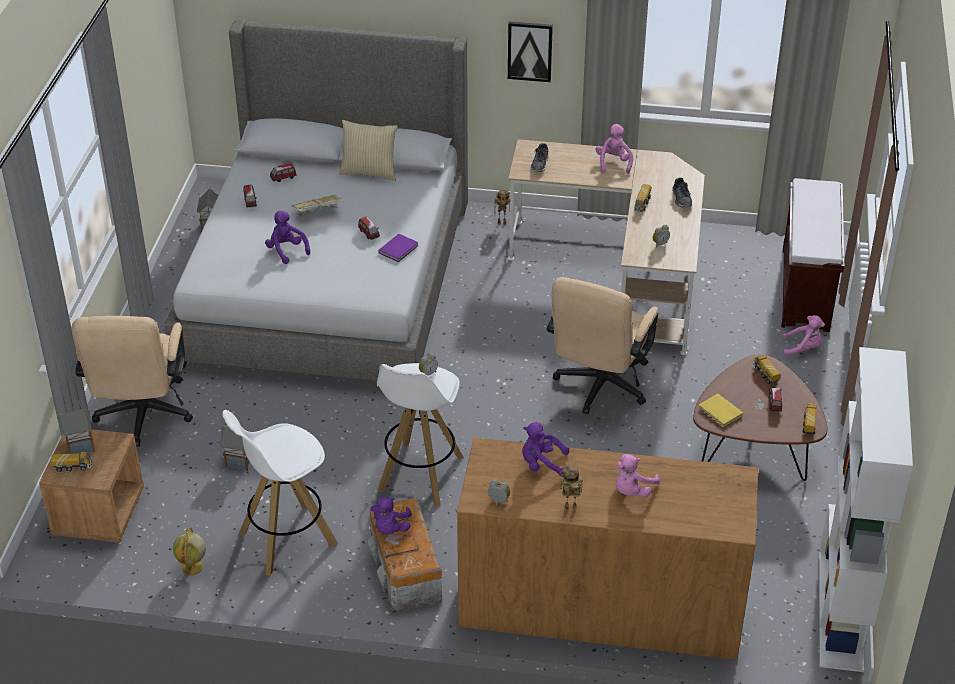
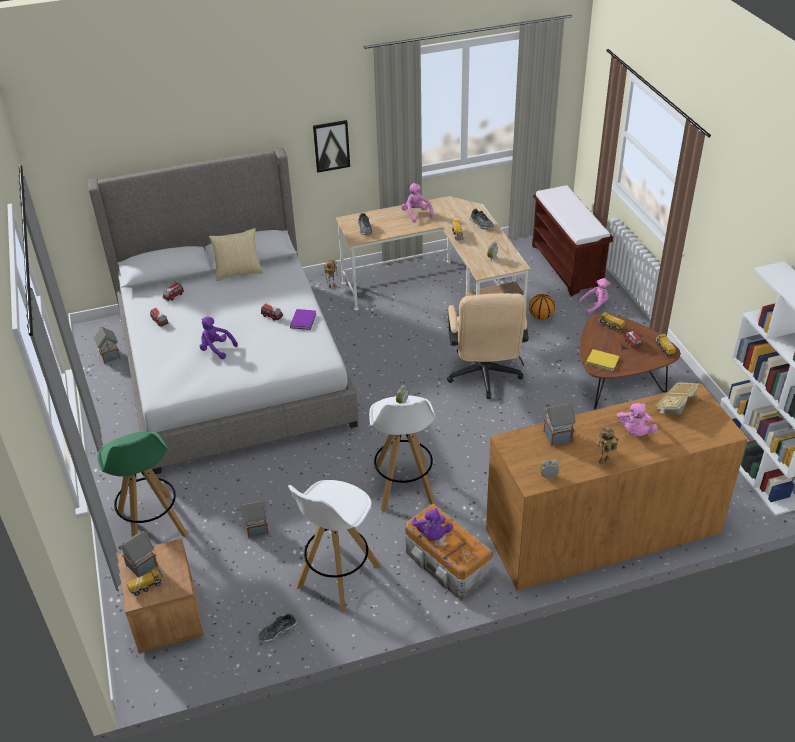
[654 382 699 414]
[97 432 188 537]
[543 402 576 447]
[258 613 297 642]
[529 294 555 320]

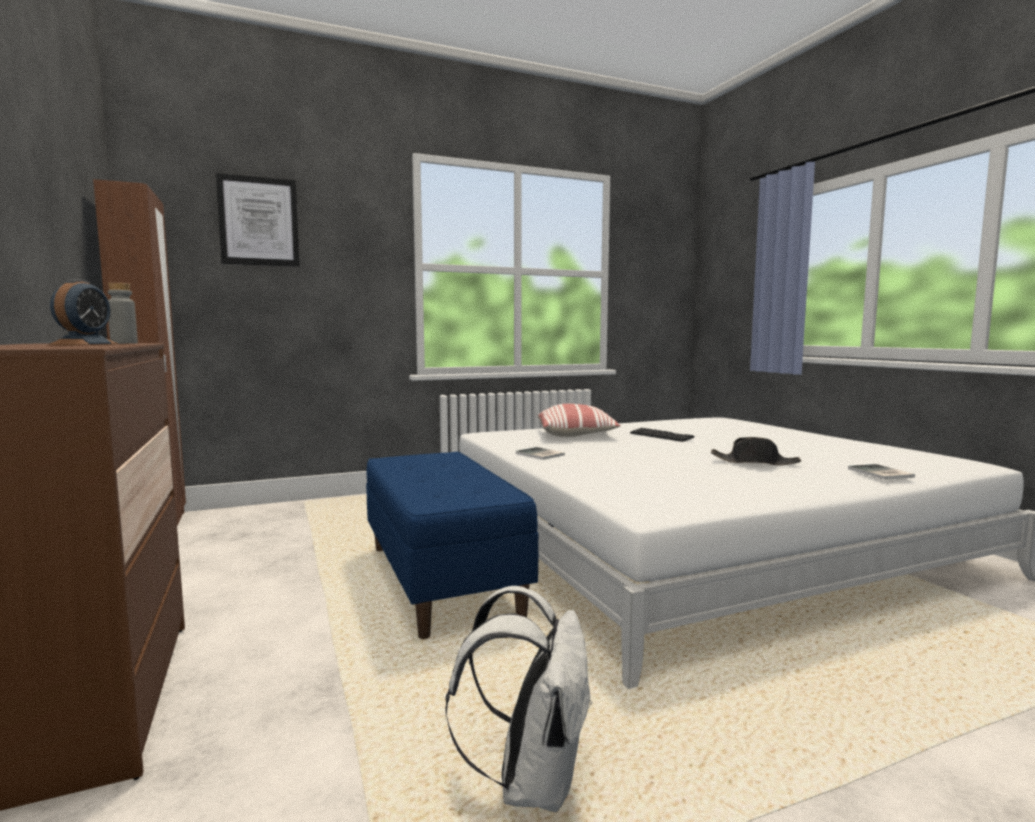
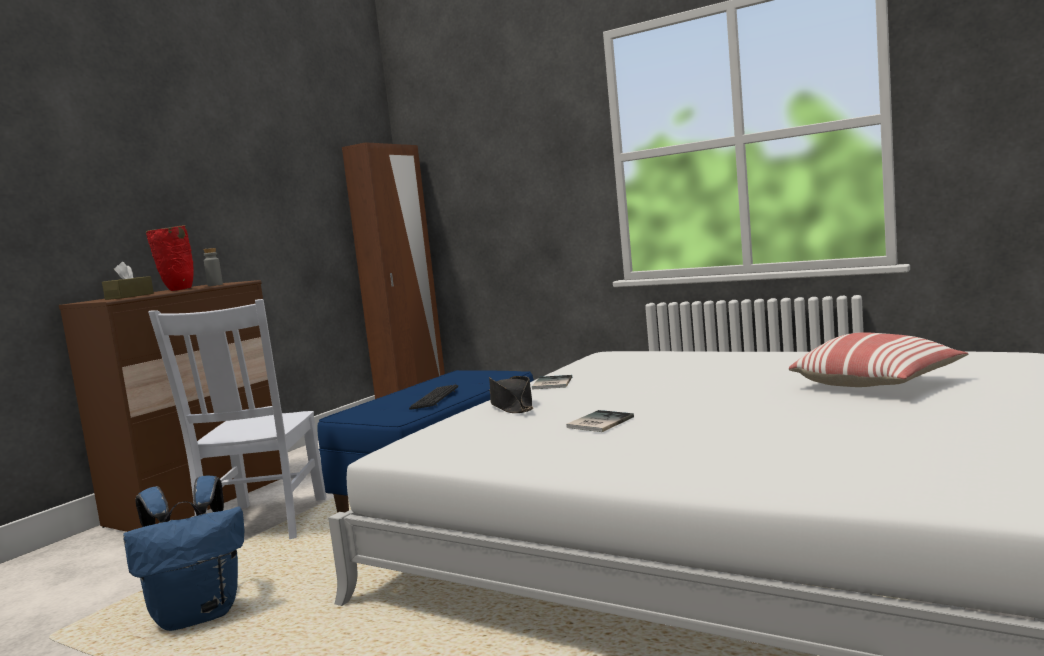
[216 173 300 267] (first image)
[146 225 193 291]
[789 332 968 387]
[409 384 458 410]
[489 376 533 413]
[566 410 634 432]
[123 476 244 631]
[102 262 154 300]
[148 299 327 539]

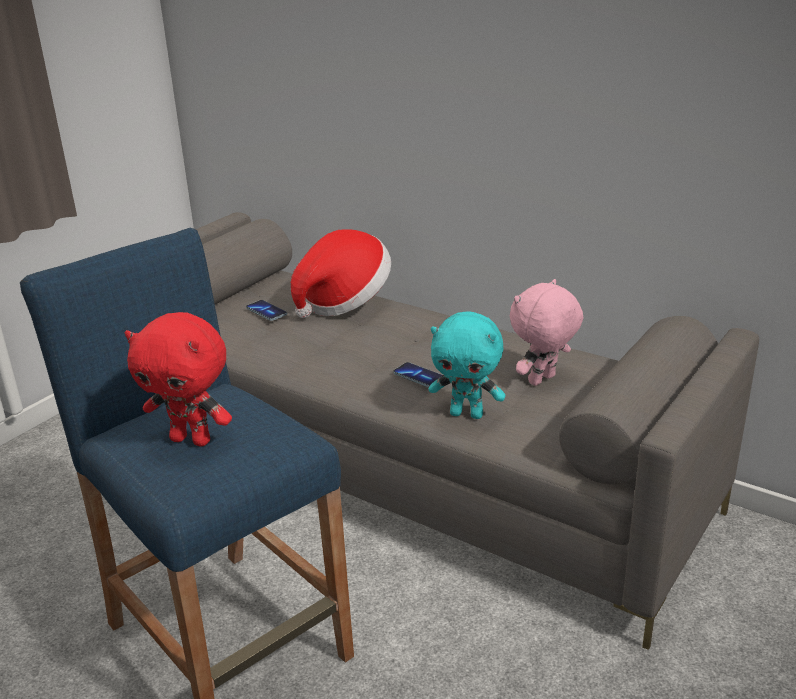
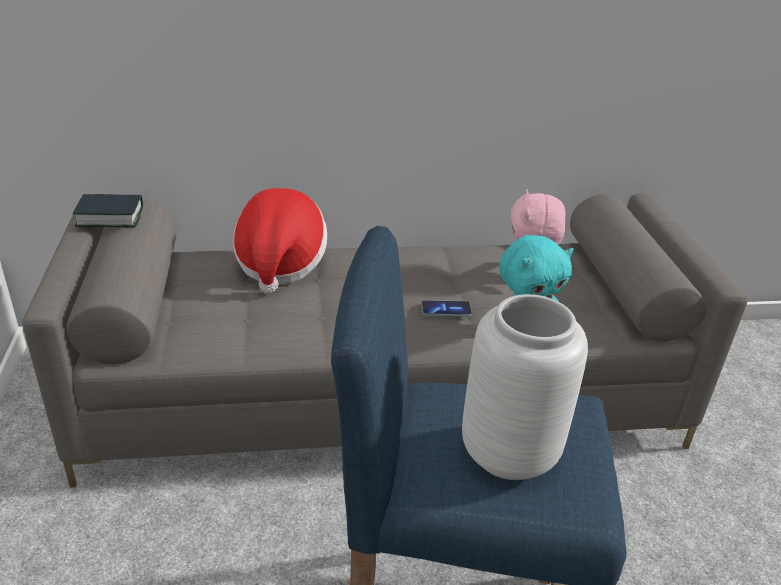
[246 300 287 321] (first image)
[462 294 588 480]
[73 194 143 227]

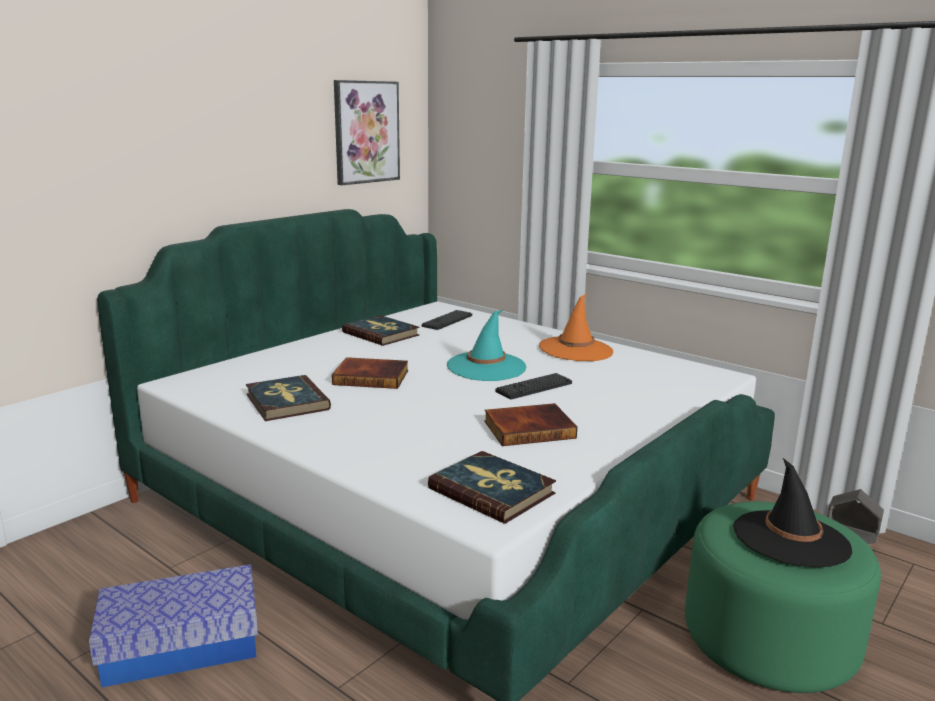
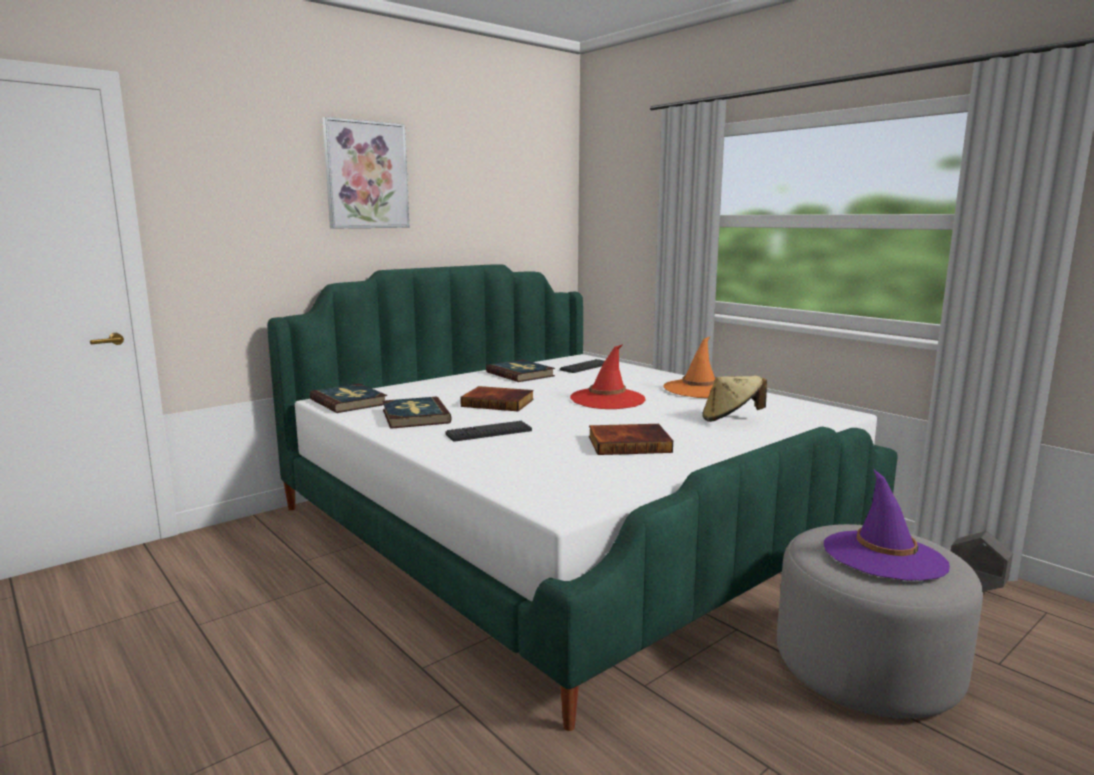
[322 117 409 228]
[570 344 645 409]
[446 421 532 442]
[309 384 387 413]
[824 469 950 581]
[777 524 983 719]
[89 565 258 688] (first image)
[702 376 767 422]

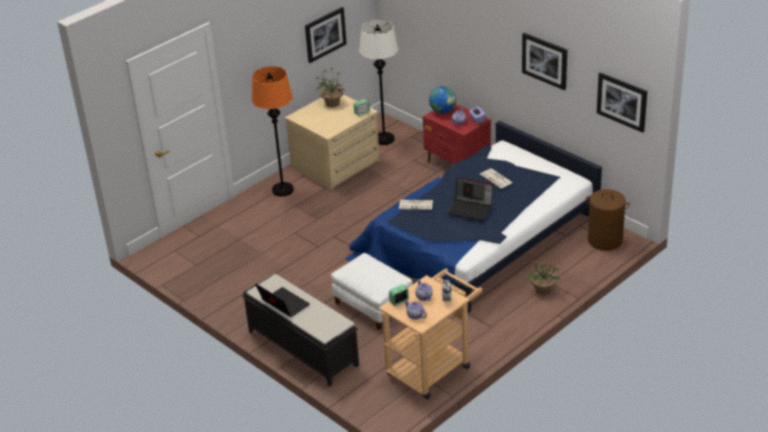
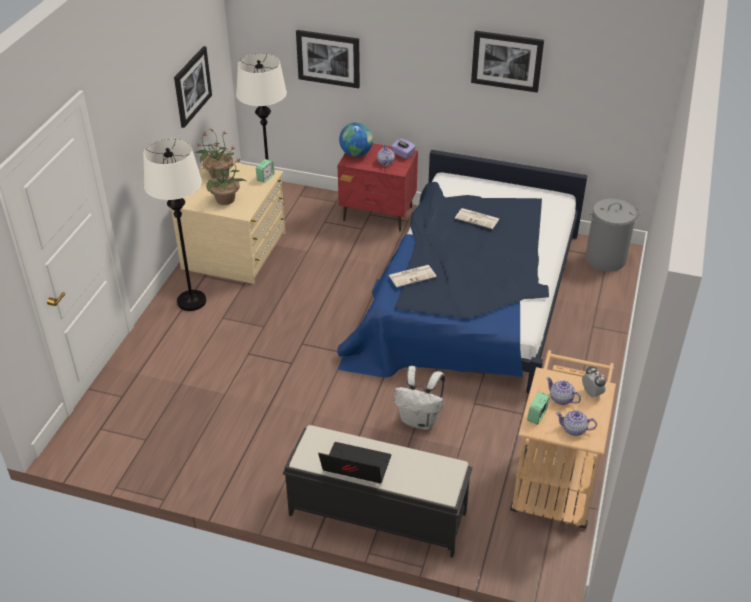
[143 139 206 311]
[296 30 360 89]
[447 178 493 221] (first image)
[585 199 640 272]
[394 366 445 430]
[202 156 246 205]

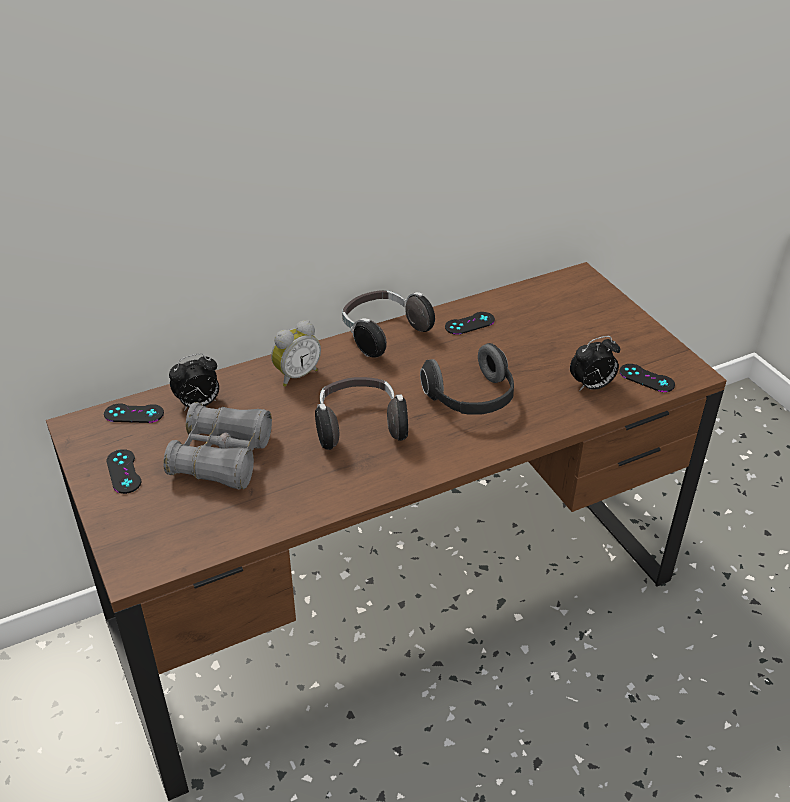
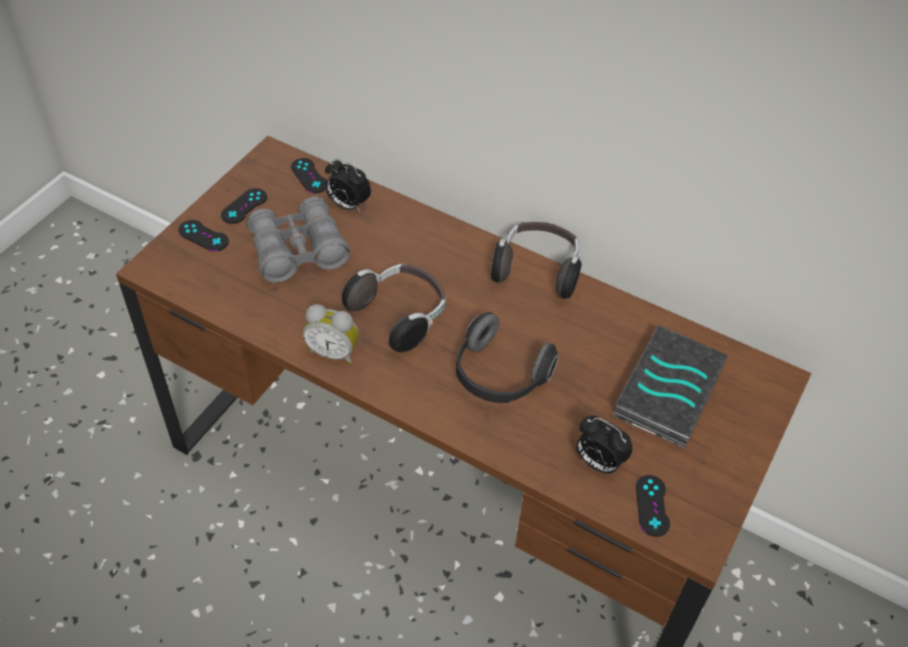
[178 220 229 252]
[303 304 359 364]
[612 325 728 448]

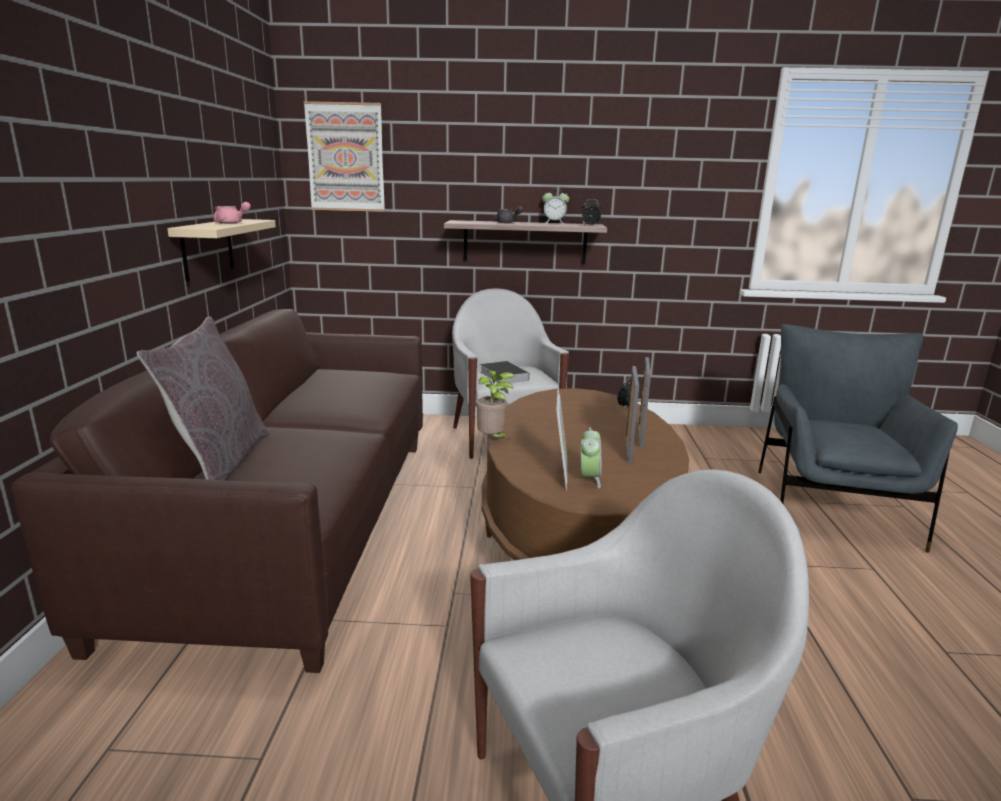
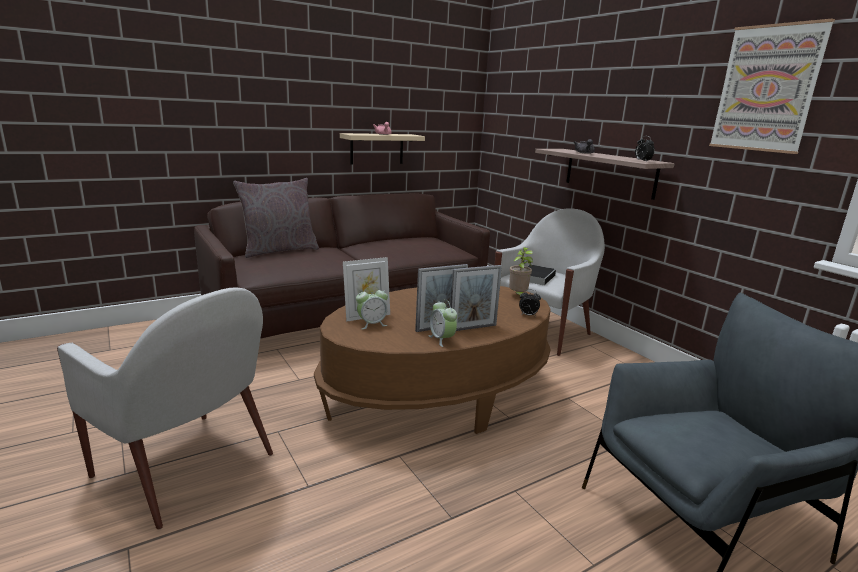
[709 19 835 154]
[428 299 457 347]
[509 247 533 295]

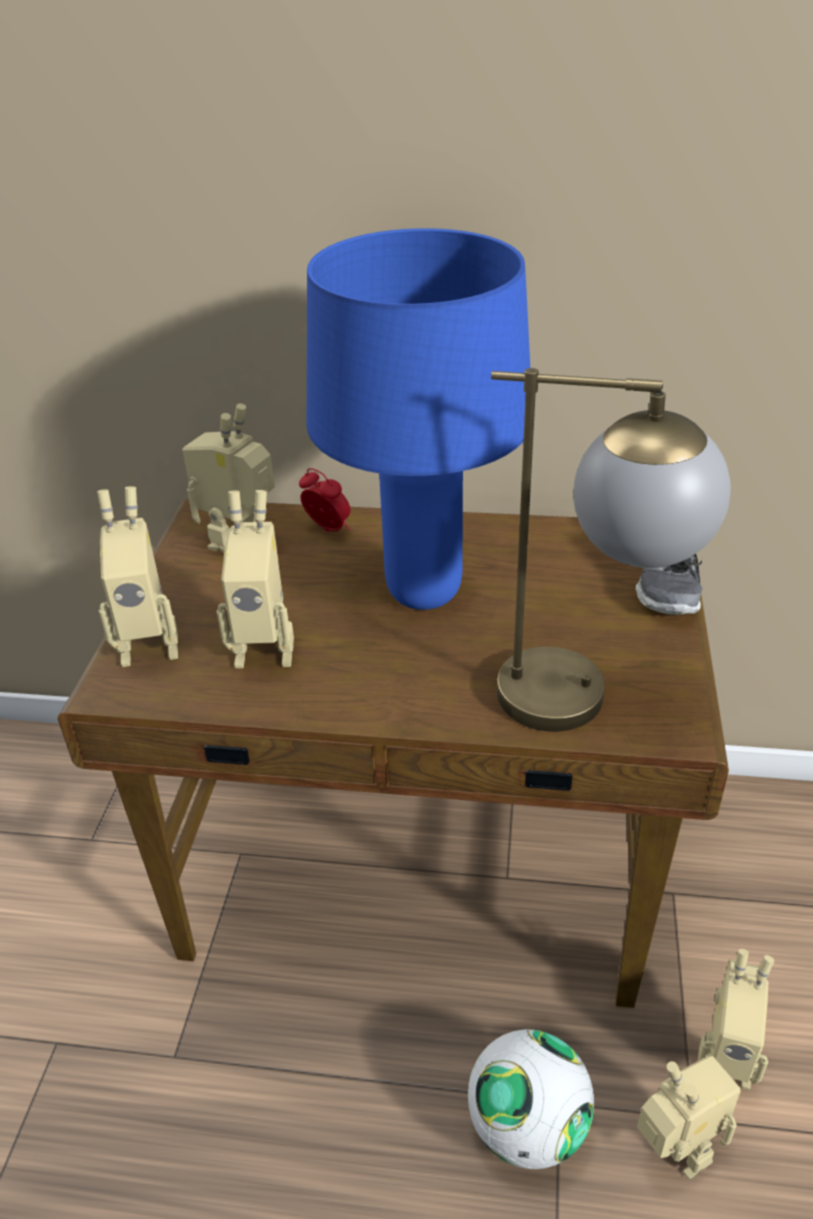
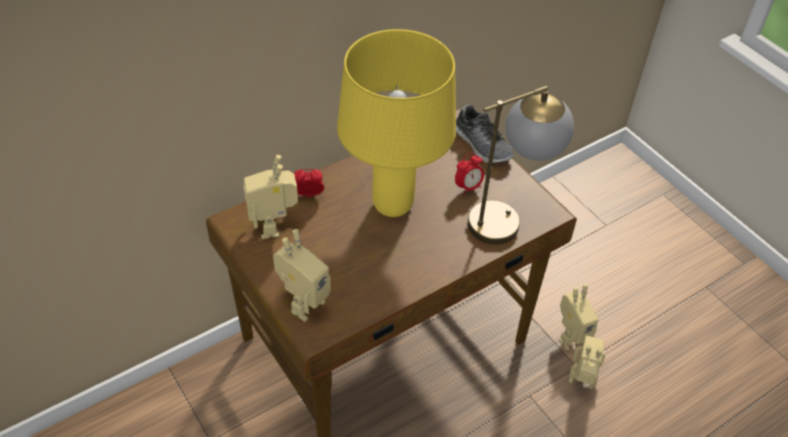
[337 29 456 217]
[217 490 294 668] (first image)
[468 1029 594 1169] (first image)
[455 152 484 195]

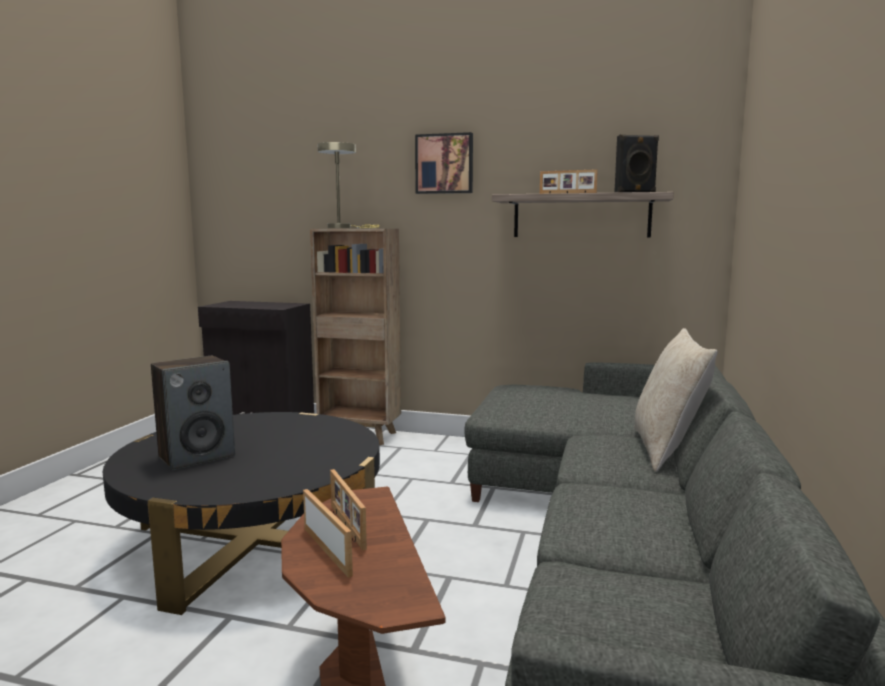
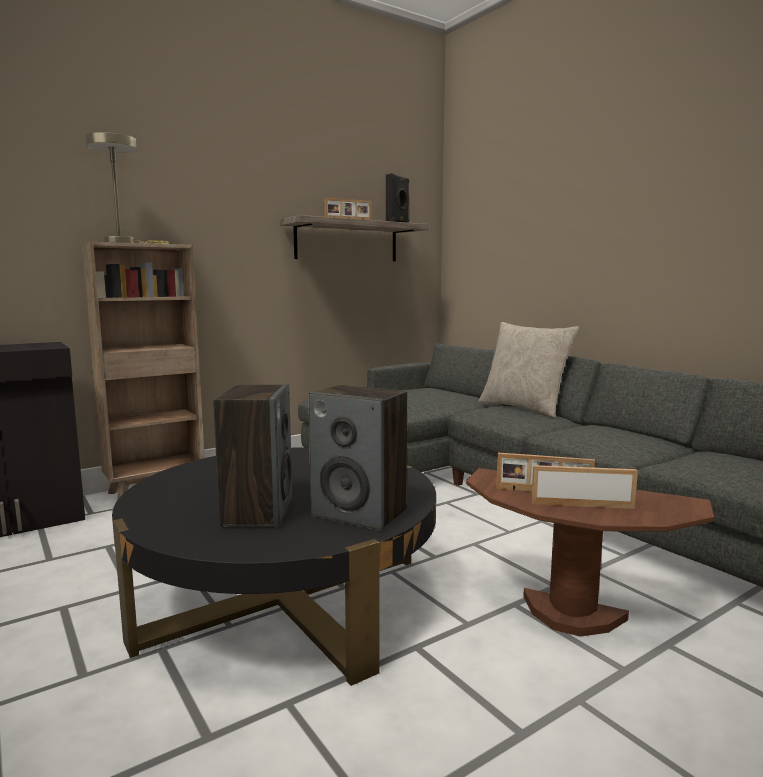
[415 132 473 194] (first image)
[308 385 407 531]

